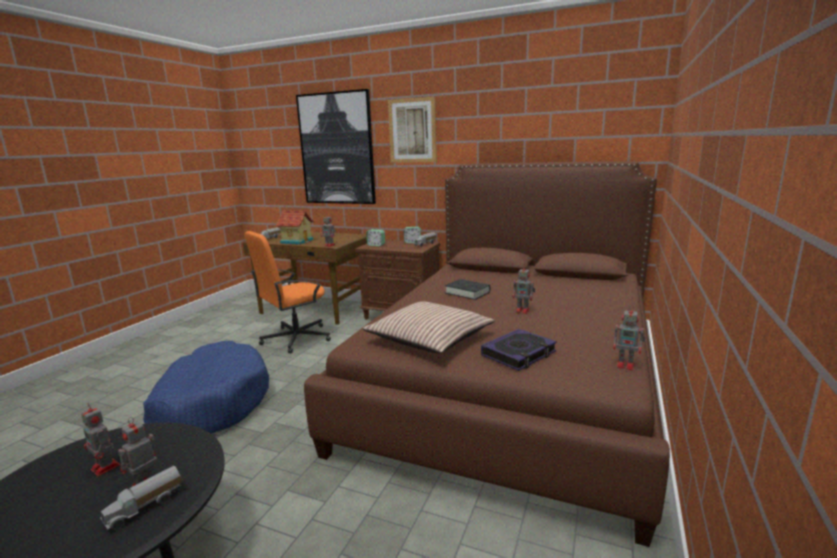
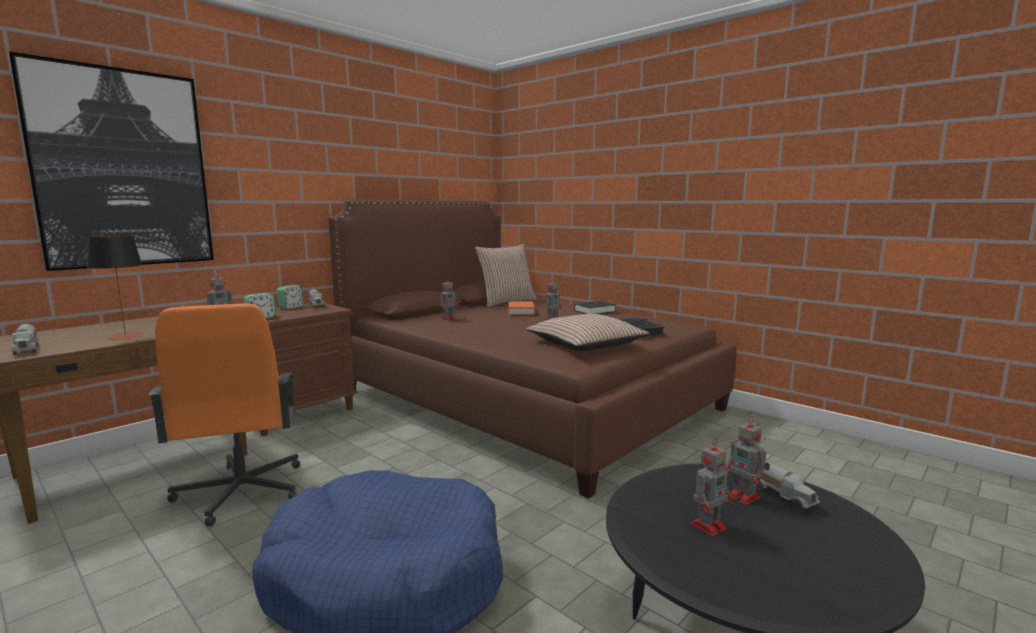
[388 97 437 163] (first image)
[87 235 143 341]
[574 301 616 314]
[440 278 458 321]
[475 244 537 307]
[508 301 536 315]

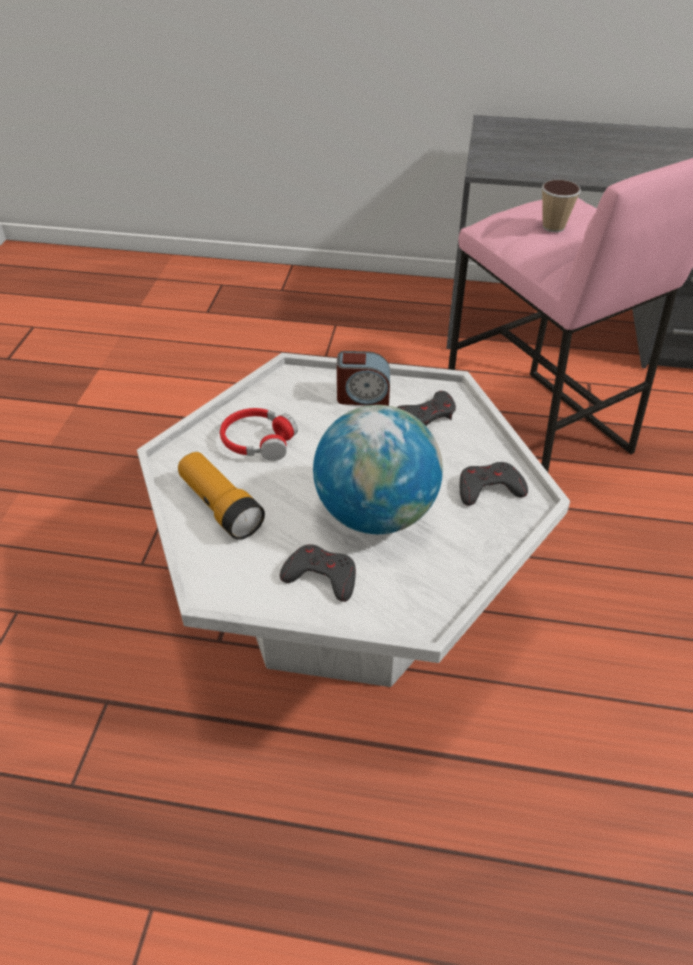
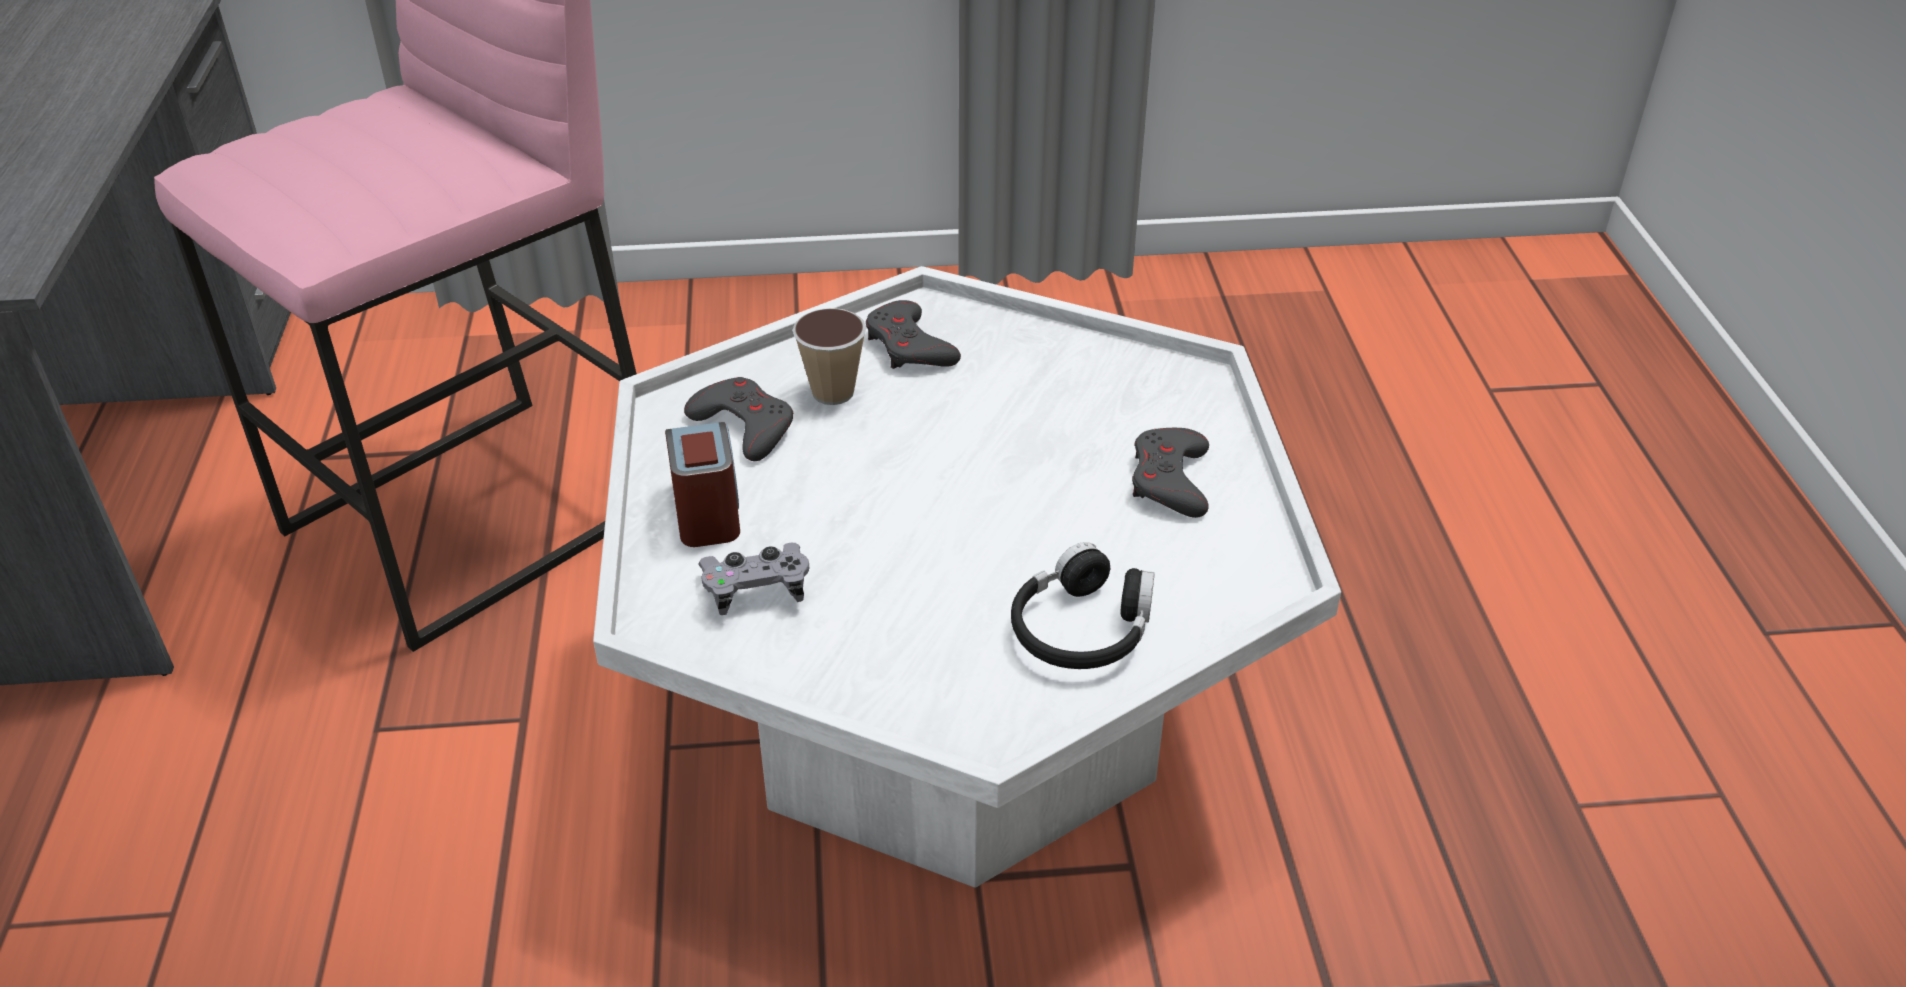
[792 308 866 405]
[313 405 443 534] (first image)
[220 408 298 461] (first image)
[1011 542 1155 669]
[698 543 809 615]

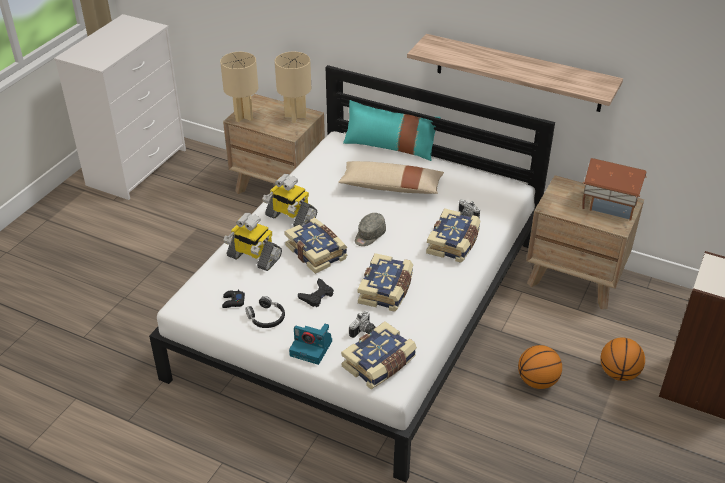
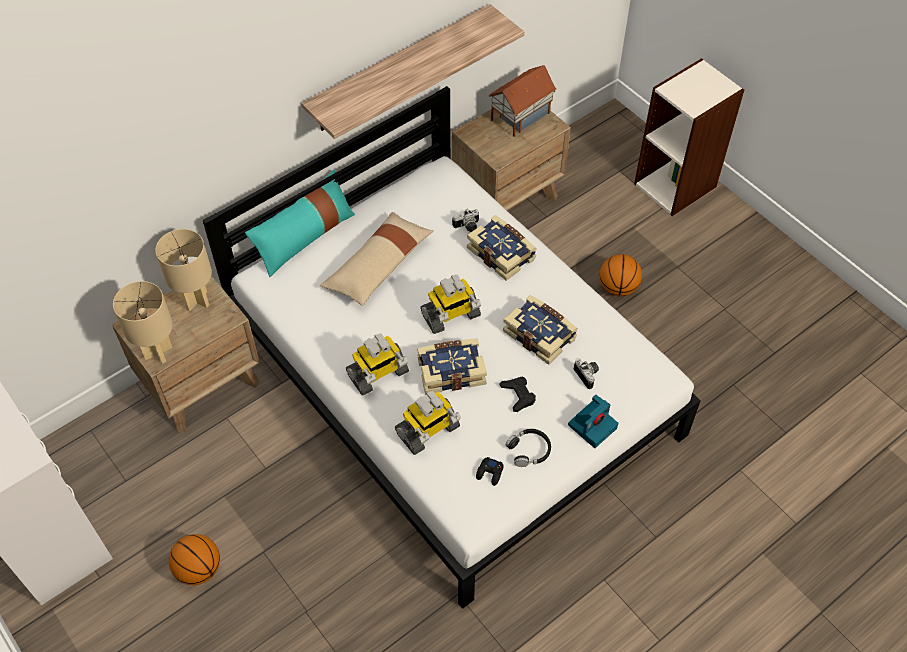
[420 275 481 334]
[341 321 417 389] (first image)
[169 534 220 585]

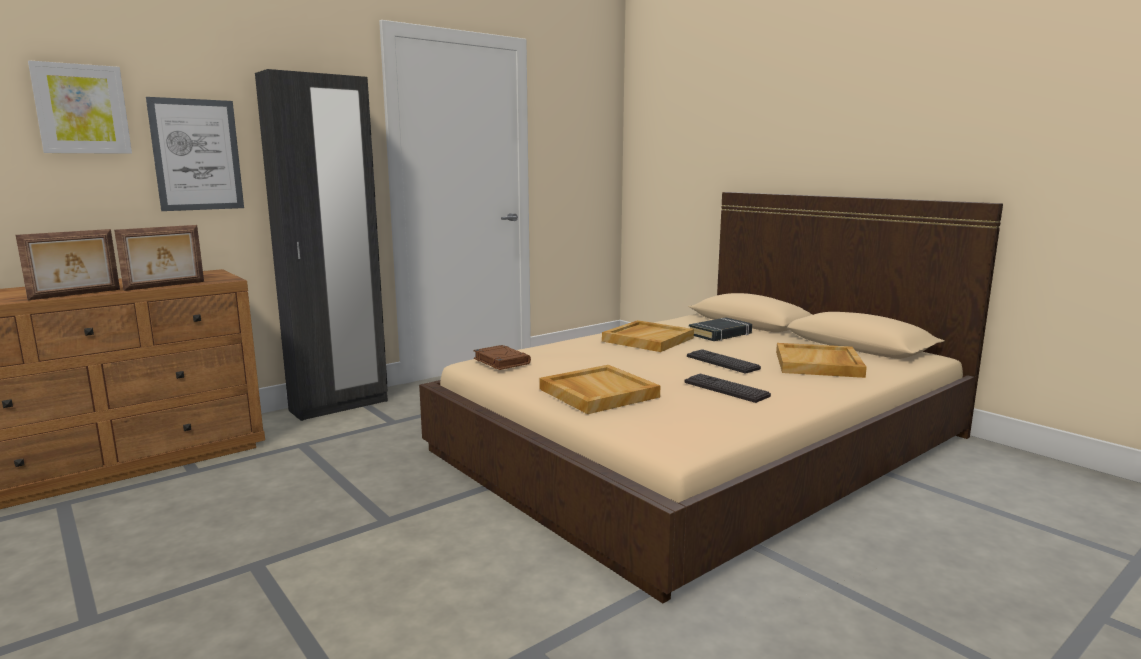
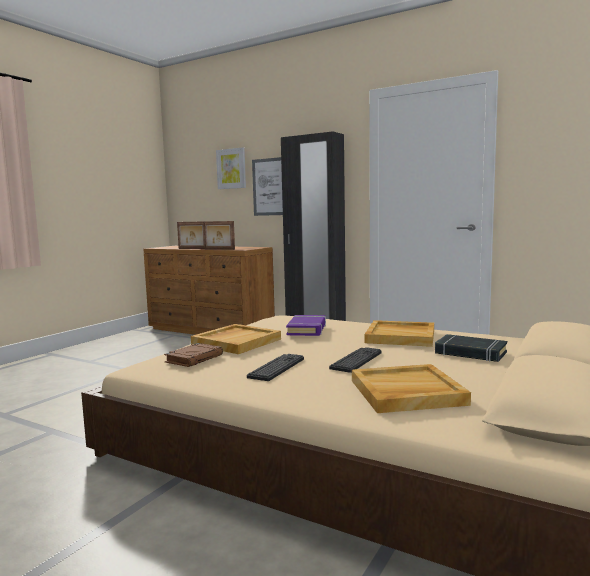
[164 343 223 367]
[286 315 326 336]

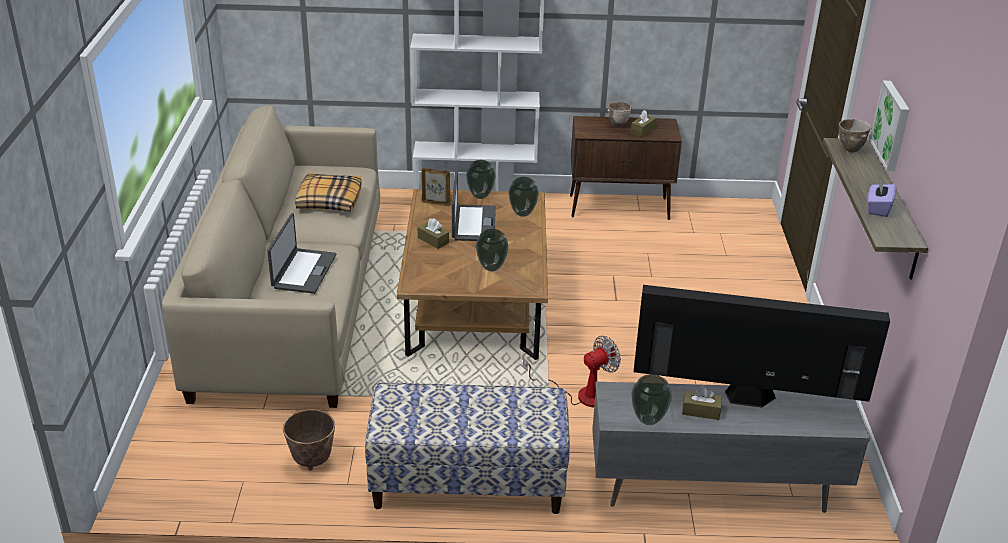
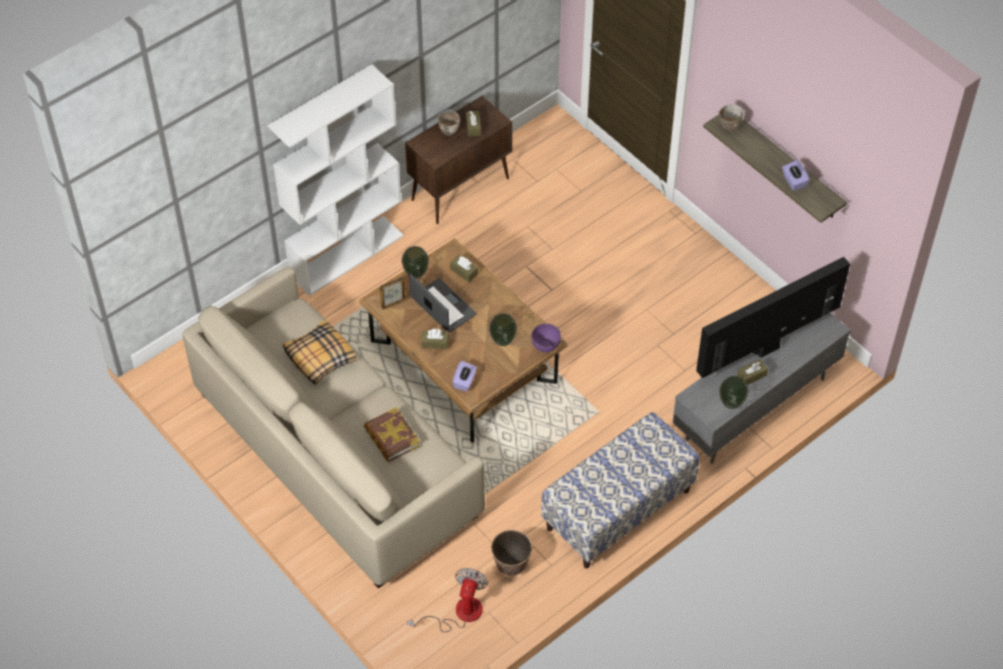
[870 81 910 171] (first image)
[450 255 478 282]
[364 407 420 462]
[407 568 488 632]
[531 323 561 352]
[452 361 477 391]

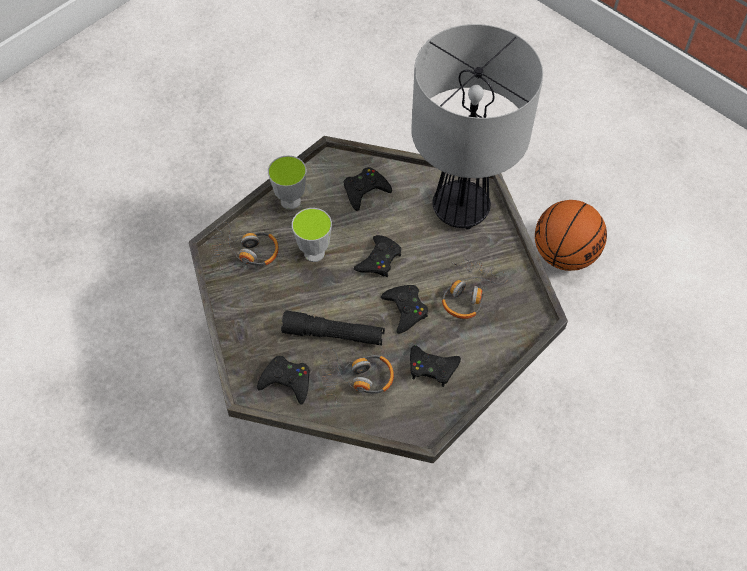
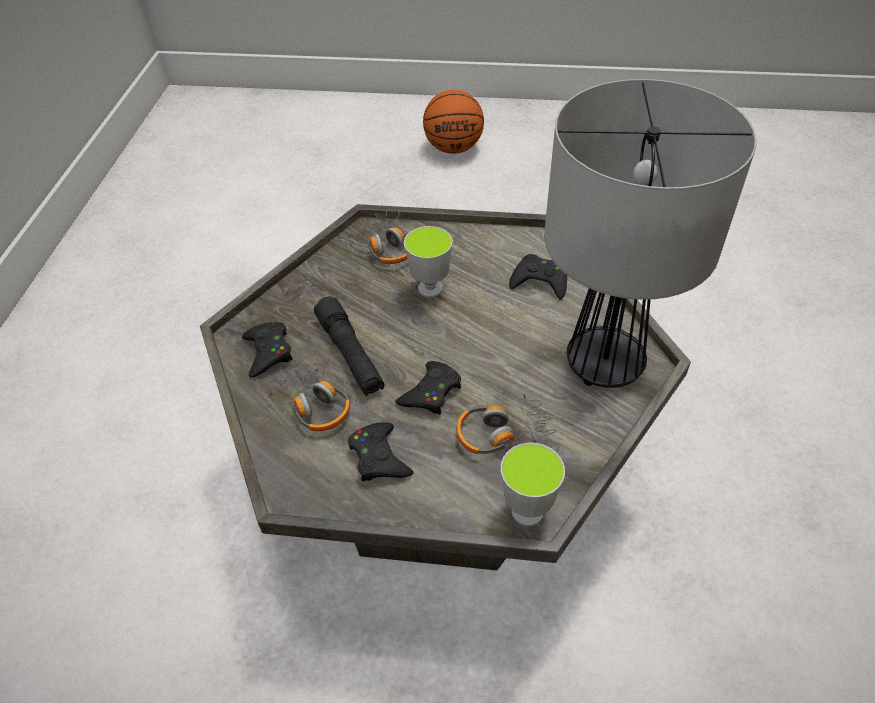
[501 443 565 526]
[423 90 484 154]
[354 235 401 277] (first image)

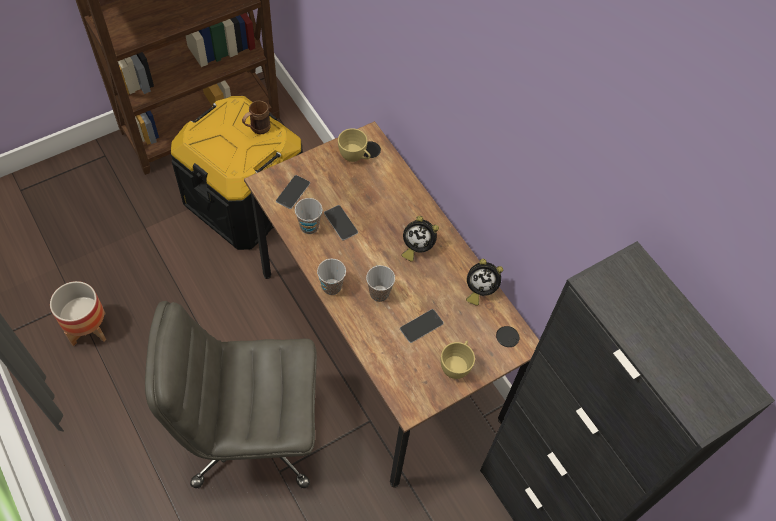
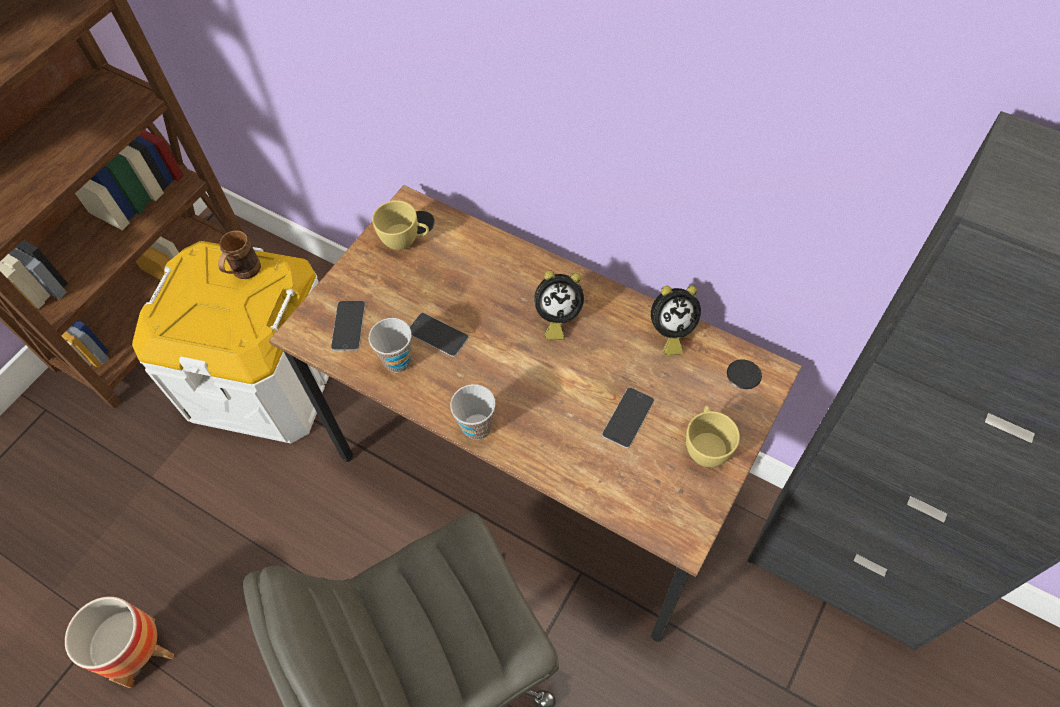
[132 241 329 443]
[366 265 395 302] (first image)

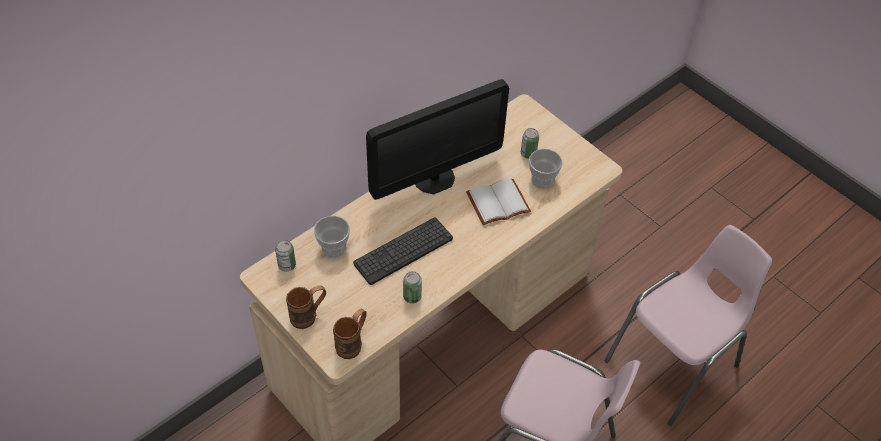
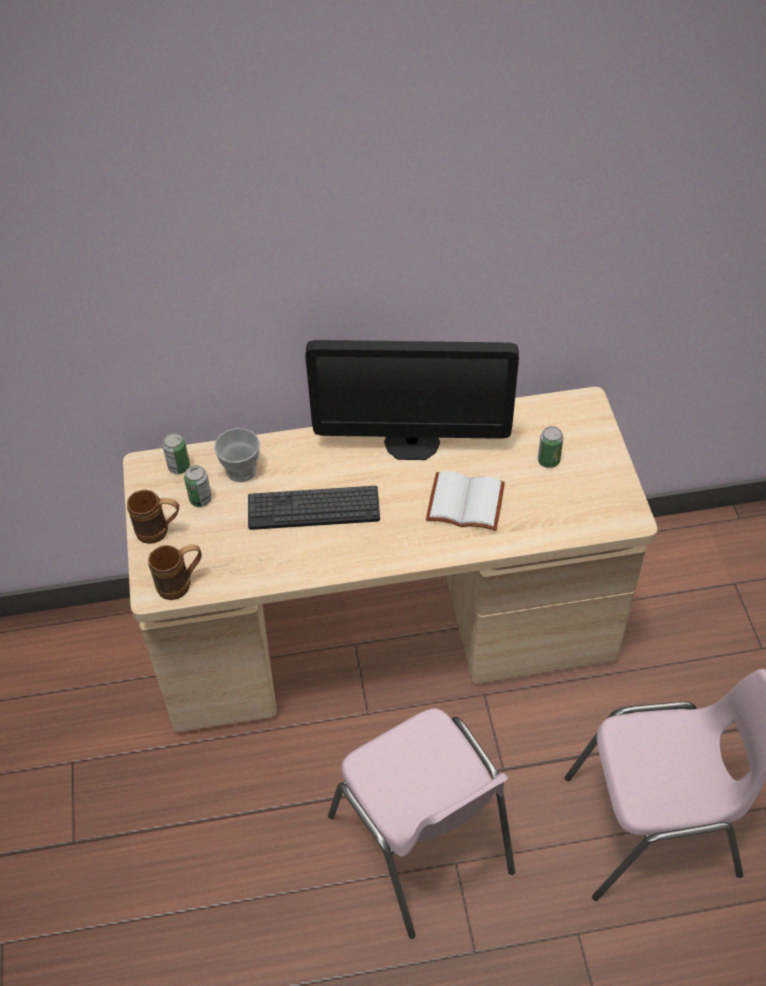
[529 149 562 189] (first image)
[184 465 212 507]

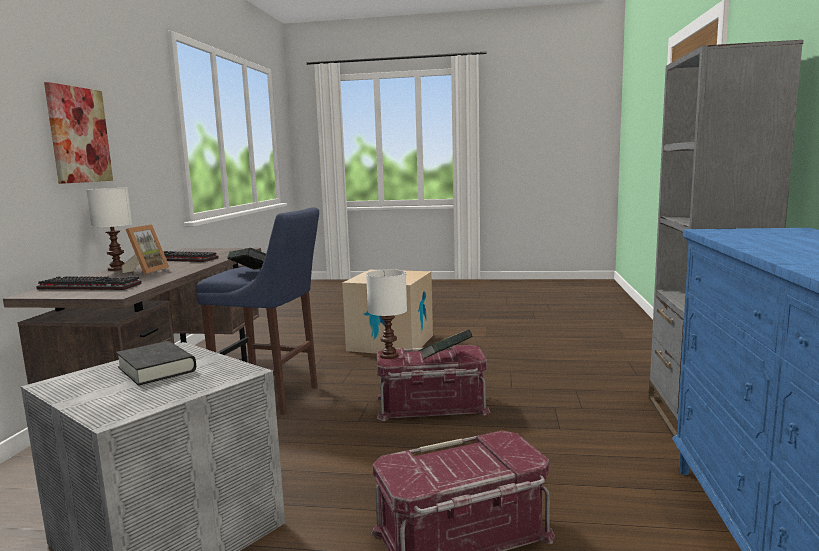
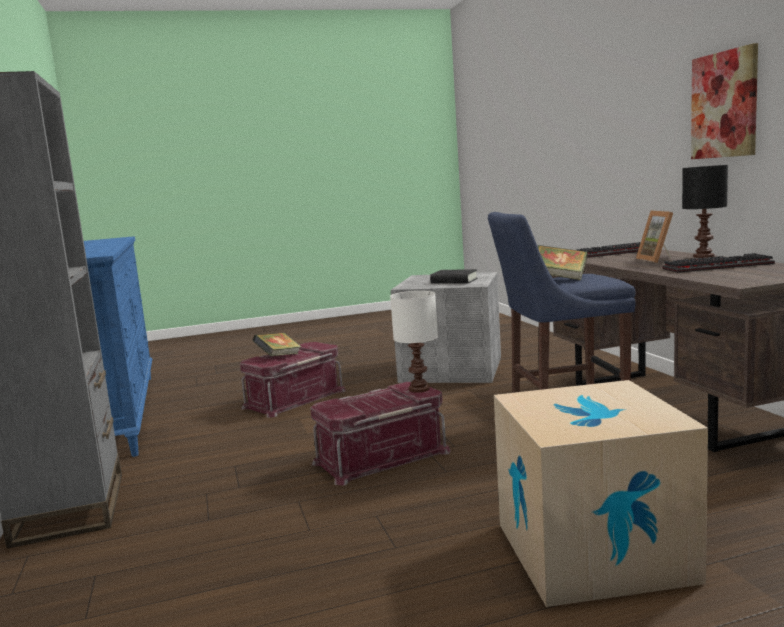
[682 165 728 258]
[252 333 301 356]

